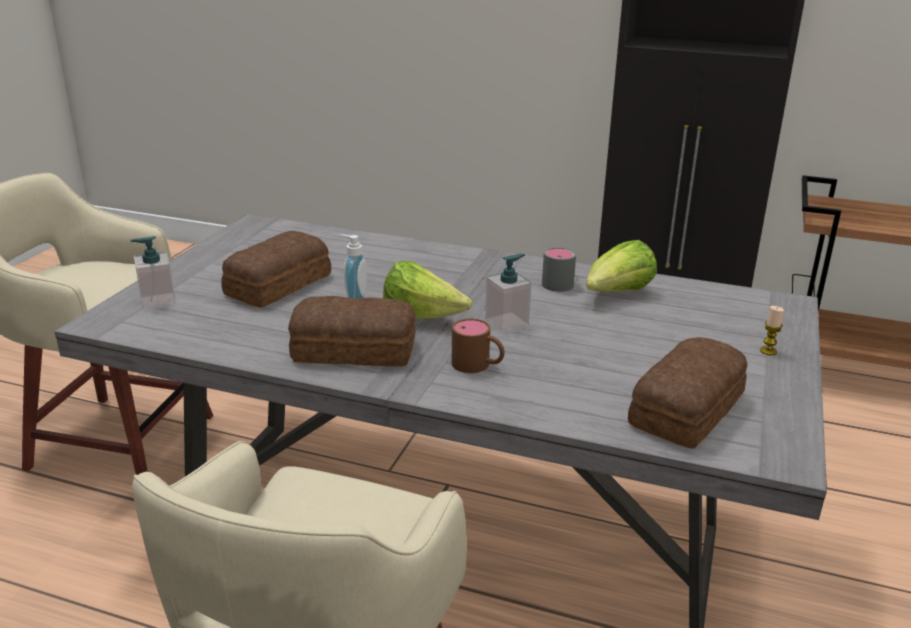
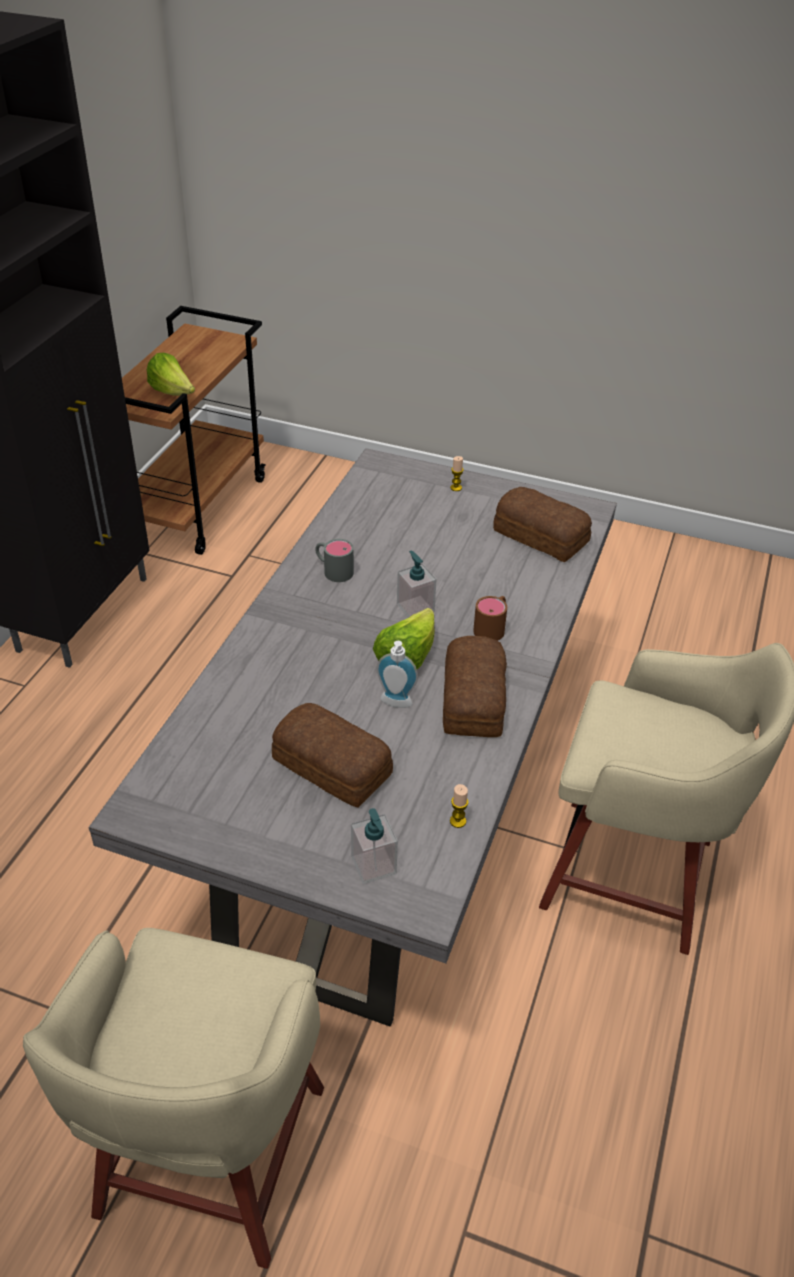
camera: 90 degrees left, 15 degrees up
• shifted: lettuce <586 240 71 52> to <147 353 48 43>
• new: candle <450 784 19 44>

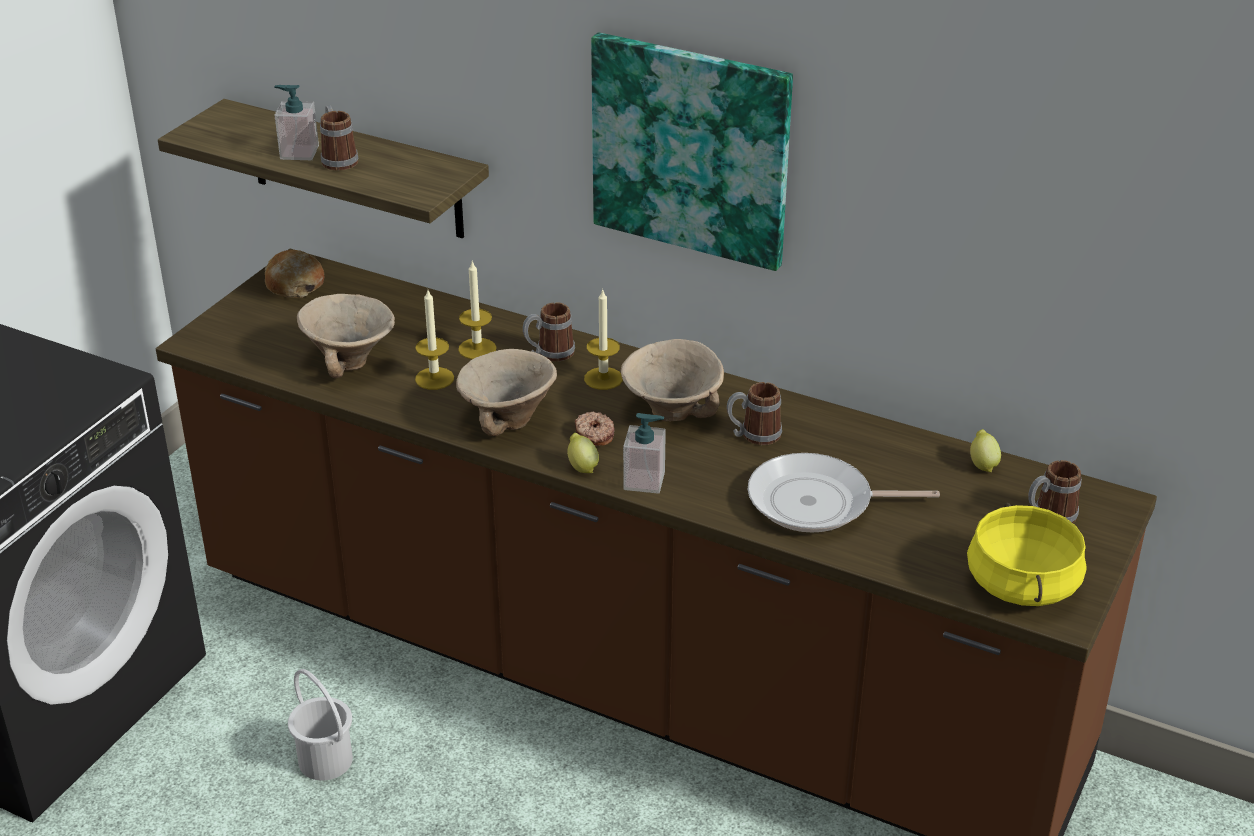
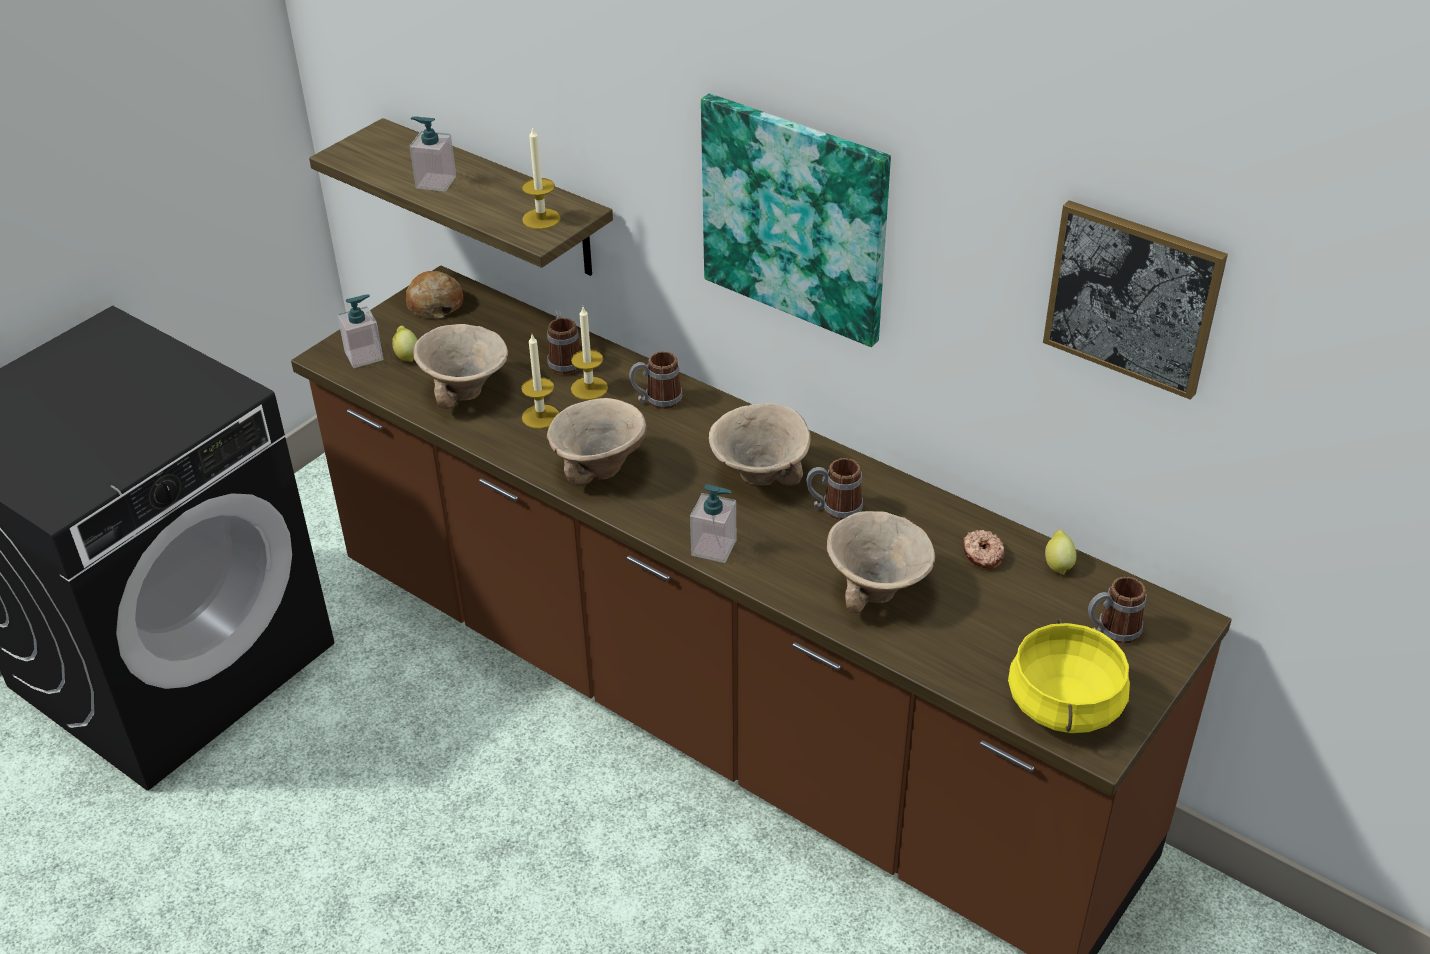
camera: 10 degrees right, 5 degrees up
• gone: white bucket <288 669 65 111>
• shifted: mug <320 105 39 66> to <547 310 34 64>
• shifted: lemon <567 433 32 40> to <392 326 26 36>
• shifted: donut <575 411 39 35> to <963 530 41 39>
• shifted: candle <584 290 39 100> to <522 126 39 104>
• swapped: frying pan <748 453 192 79> to beige bowl <827 511 108 102>
• new: soap dispenser <337 294 46 74>
• new: picture <1043 200 185 200>

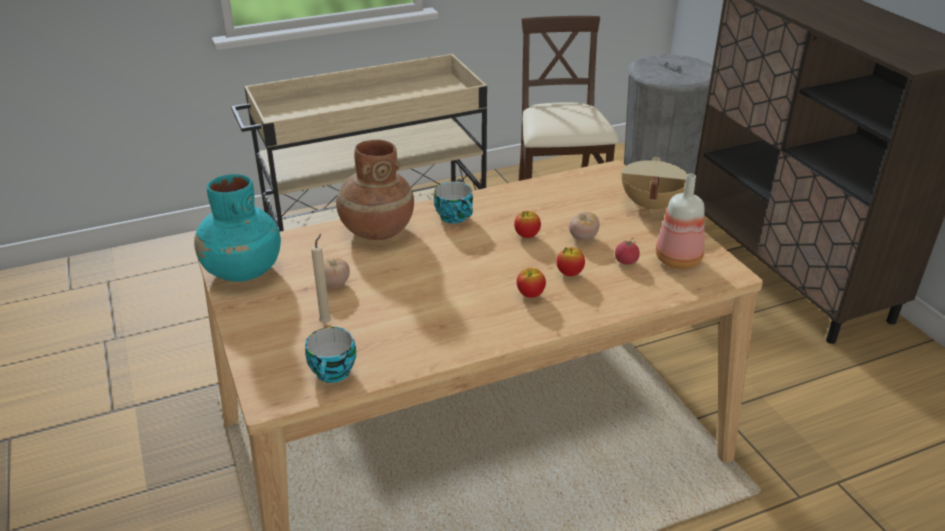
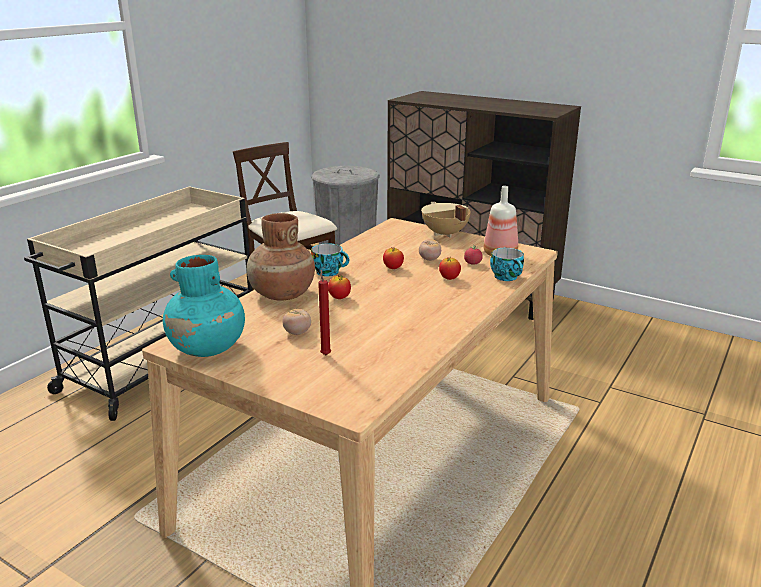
camera: 35 degrees left, 10 degrees down
• shifted: cup <305 327 51 56> to <490 248 34 33>
• repainted: beige candle <311 234 21 89> to red candle <318 270 13 85>
• shifted: apple <517 268 29 30> to <328 275 23 24>

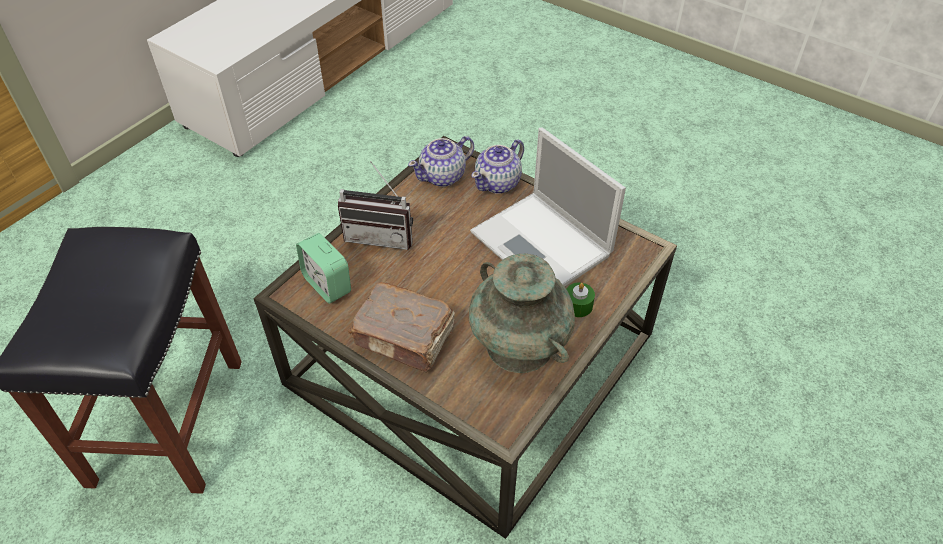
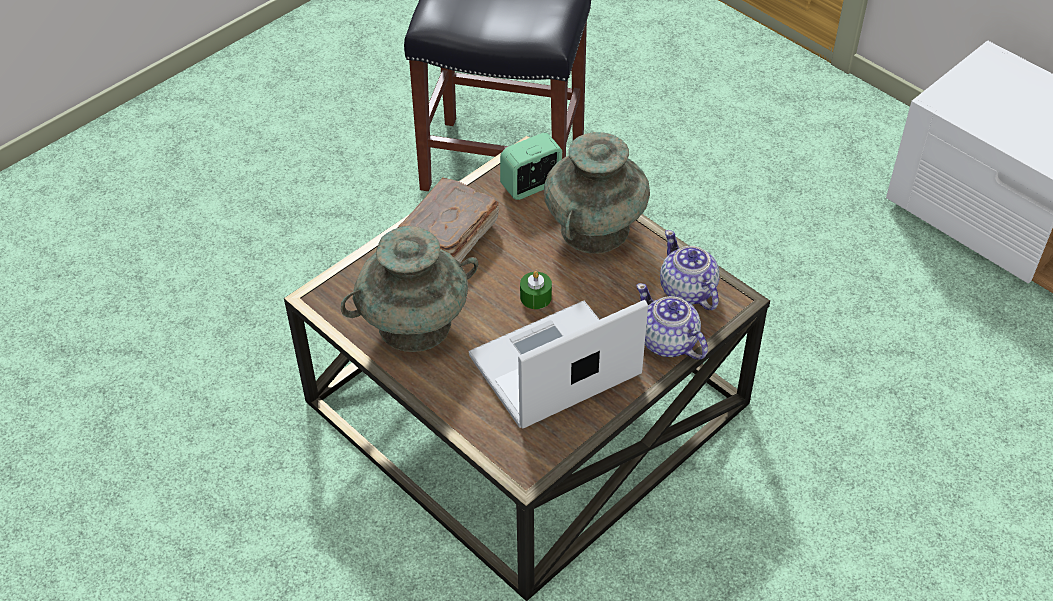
camera: 100 degrees right, 0 degrees up
• swapped: radio <338 161 75 89> to turquoise vase <544 132 106 122>
• shifted: green candle <566 283 29 34> to <520 271 32 38>

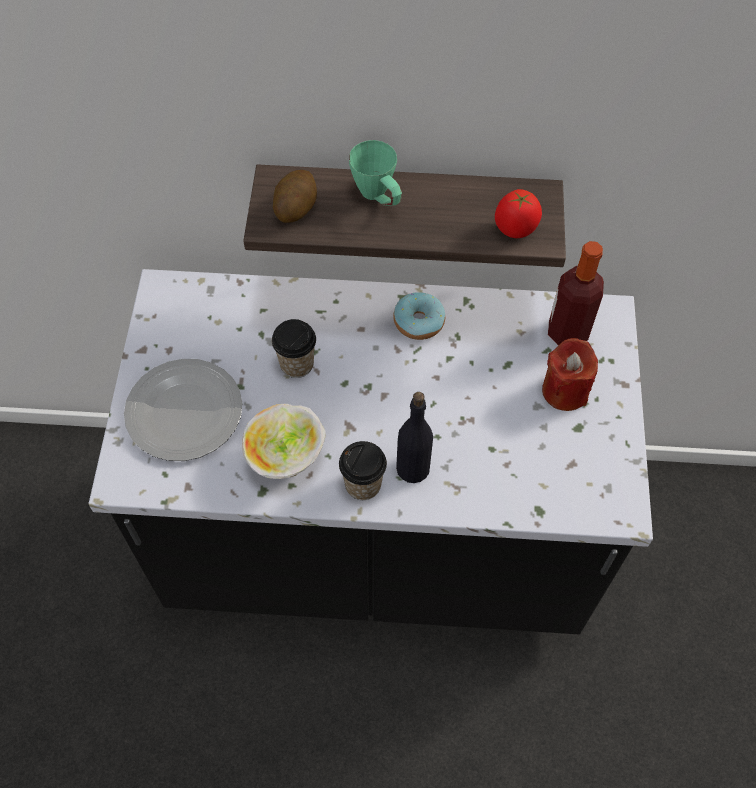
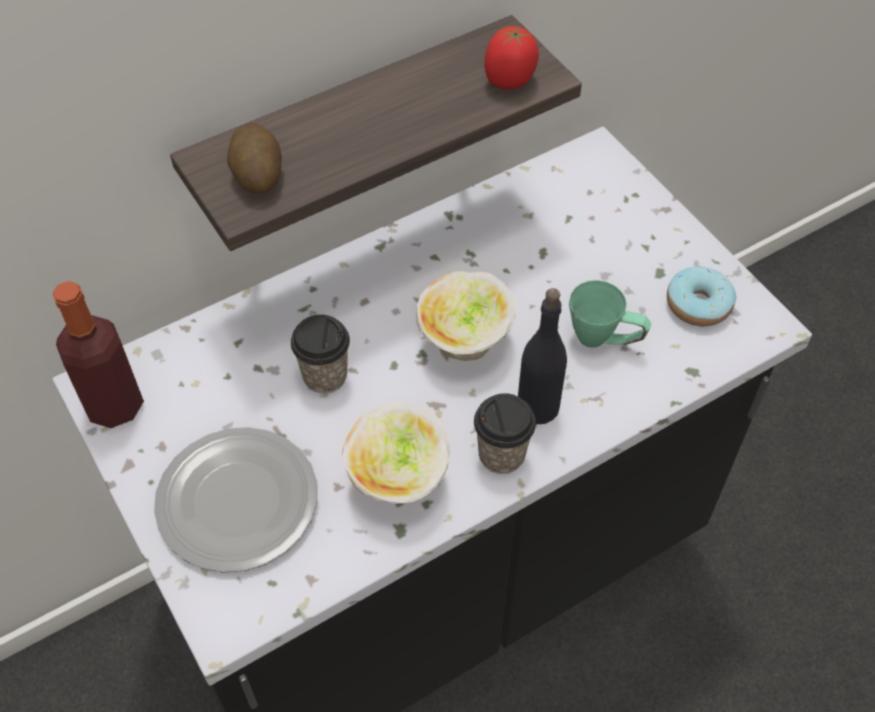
camera: 35 degrees left, 5 degrees down
• shifted: green mug <349 140 53 66> to <569 280 83 68>
• shifted: donut <393 292 52 48> to <667 266 69 60>
• gone: red candle <542 338 56 73>
• shifted: bottle <548 241 56 105> to <53 281 91 147>
• new: bowl <416 271 101 90>

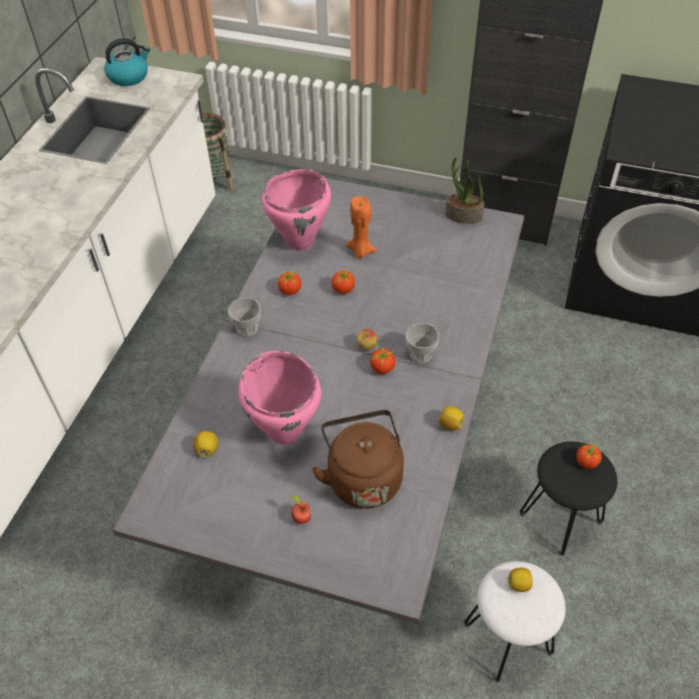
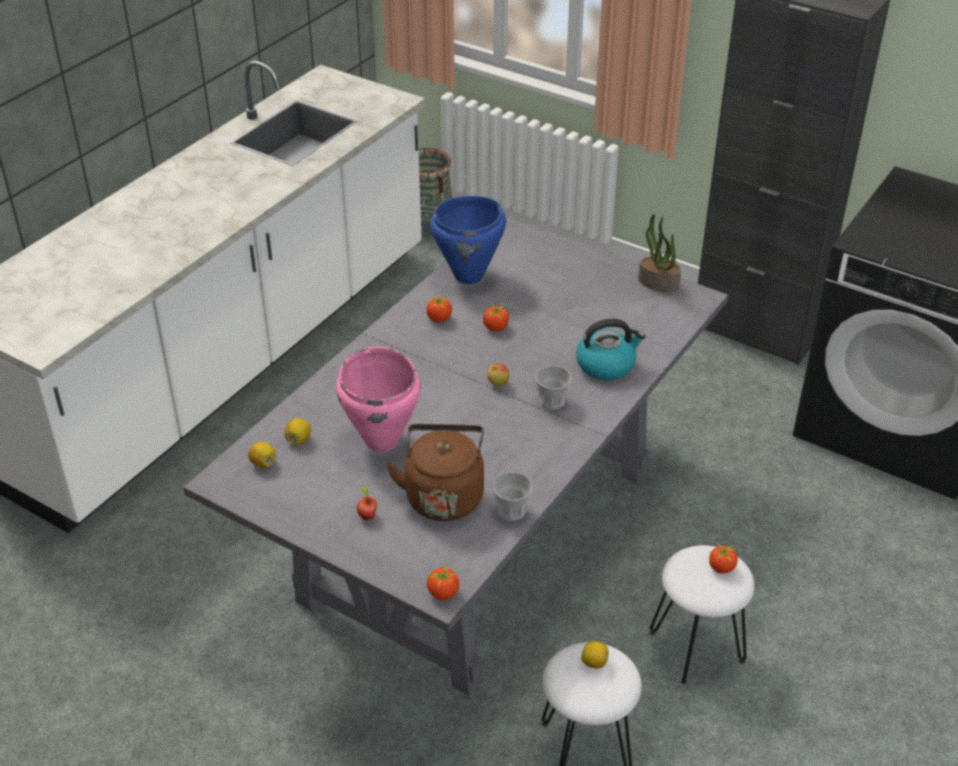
camera: 15 degrees right, 10 degrees down
• shifted: kettle <104 38 46 48> to <576 319 70 62>
• shifted: cup <228 298 33 39> to <492 472 41 49>
• repainted: pink cooking pot <262 169 69 82> to blue cooking pot <430 196 76 88>
• gone: orange candle <346 196 31 63>
• shifted: tomato <370 346 27 28> to <426 564 34 36>
• shifted: lemon <438 406 26 24> to <248 442 28 26>
• repainted: black stool <520 442 97 114> to white stool <650 545 105 139>

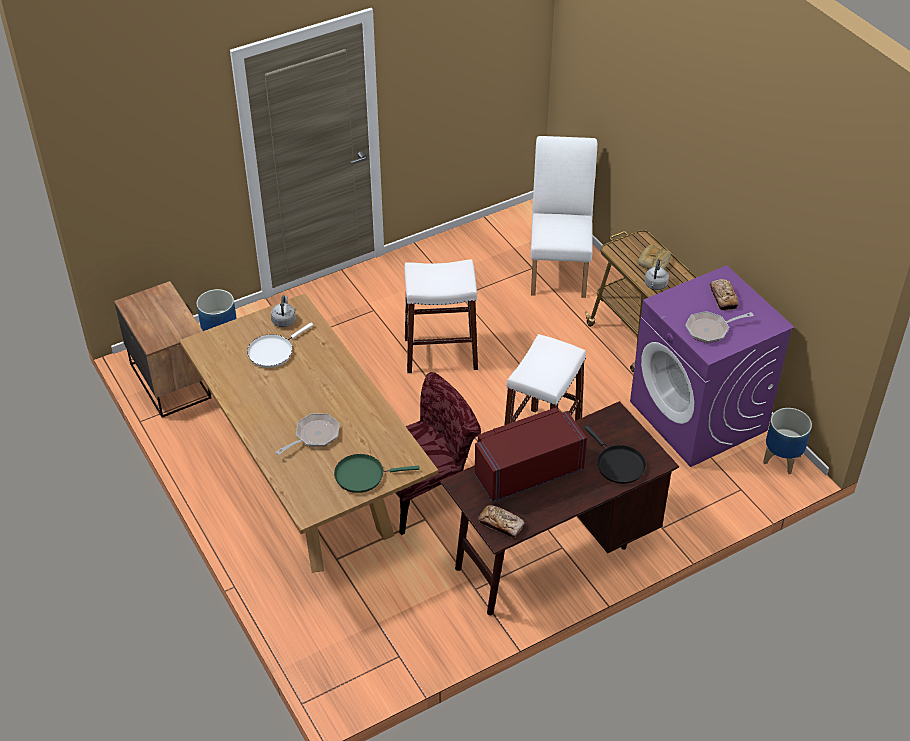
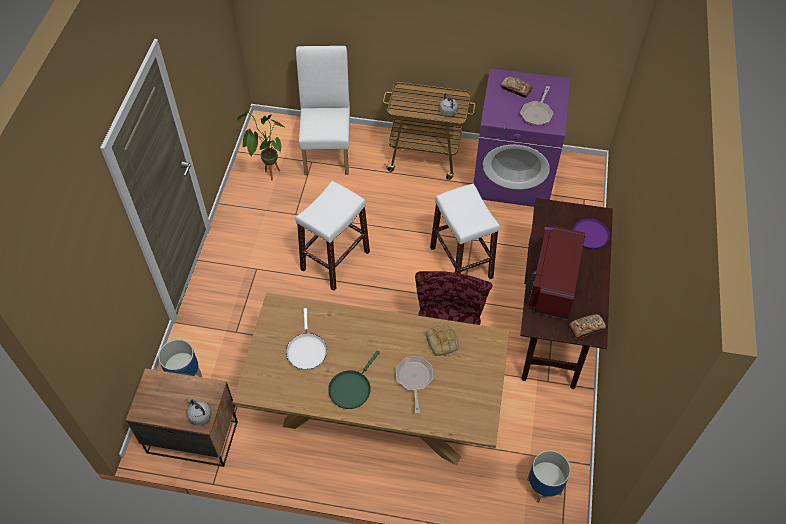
camera: 50 degrees left, 10 degrees up
• shifted: grey kettle <271 295 25 32> to <186 397 26 29>
• shifted: green frying pan <334 454 86 39> to <328 350 52 59>
• rotated: white chair <531 136 66 162> = <296 46 54 129> 45 degrees clockwise
• repainted: black frying pan <584 425 62 59> to purple frying pan <544 218 66 31>
• shifted: bread <637 244 34 25> to <426 325 33 31>
• shifted: planter <763 408 49 66> to <527 450 44 53>
• new: potted plant <237 106 49 75>

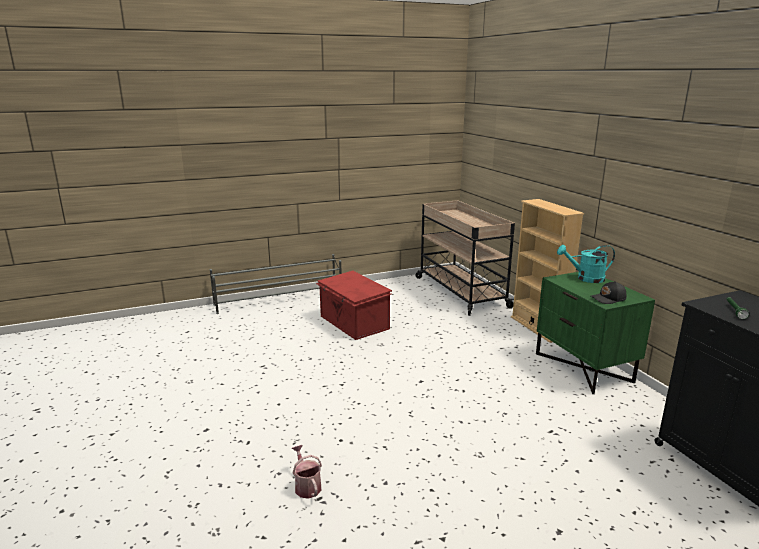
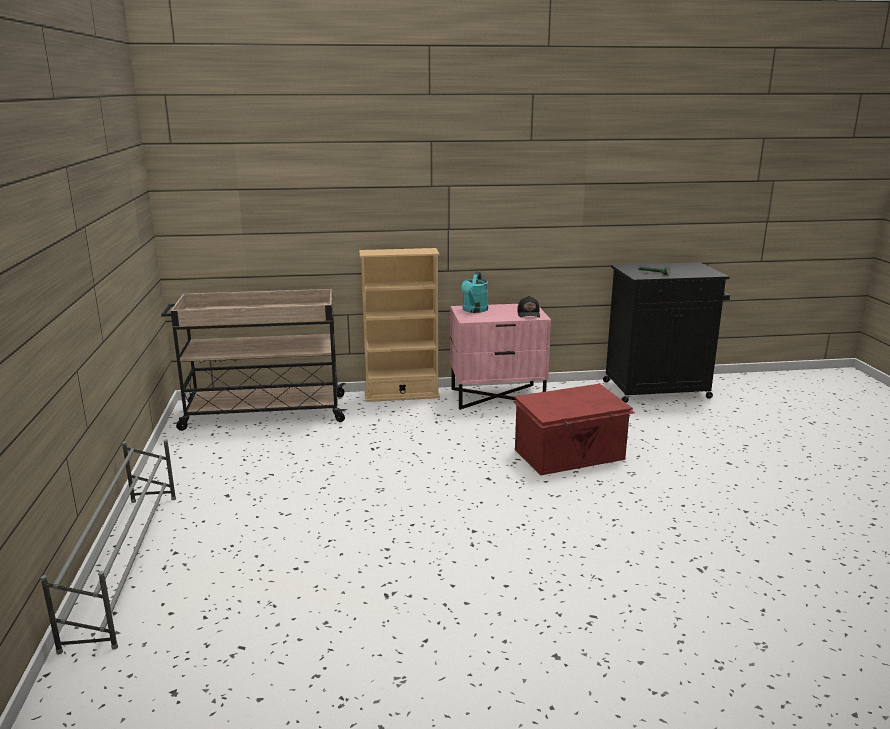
camera: 75 degrees left, 0 degrees up
• gone: watering can <292 445 30 54>
• shifted: red storage box <316 271 76 69> to <513 384 122 91>
• repainted: green nightstand <536 272 119 122> to pink nightstand <450 304 101 106>

